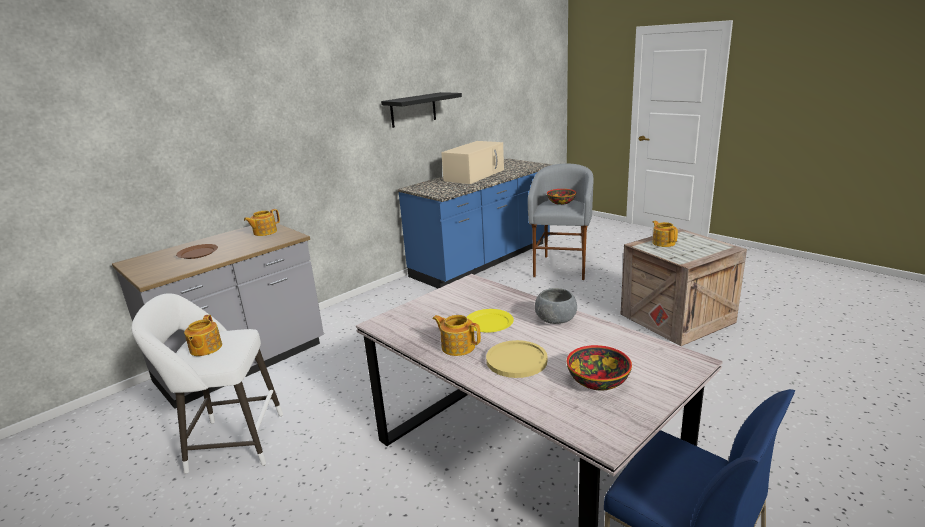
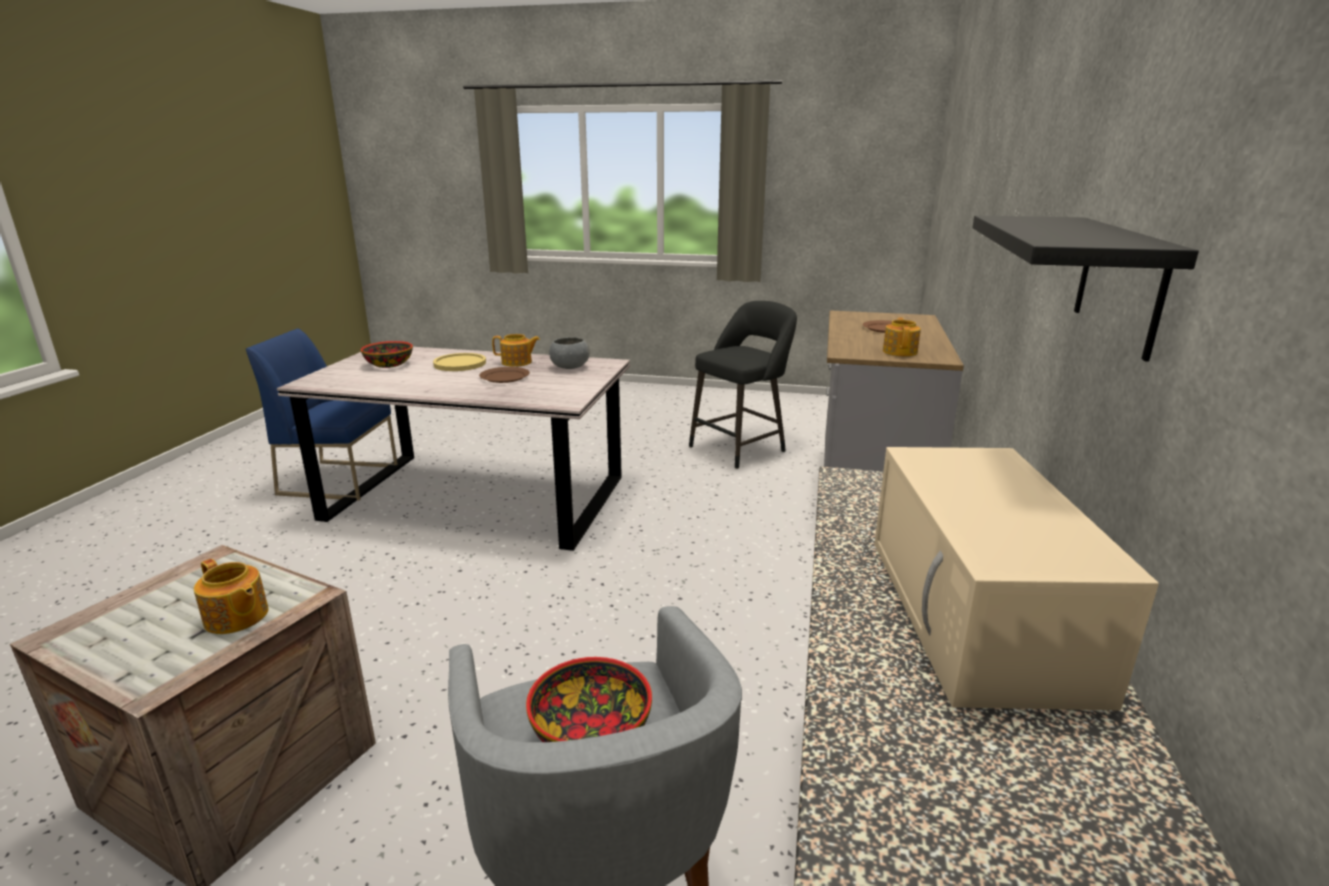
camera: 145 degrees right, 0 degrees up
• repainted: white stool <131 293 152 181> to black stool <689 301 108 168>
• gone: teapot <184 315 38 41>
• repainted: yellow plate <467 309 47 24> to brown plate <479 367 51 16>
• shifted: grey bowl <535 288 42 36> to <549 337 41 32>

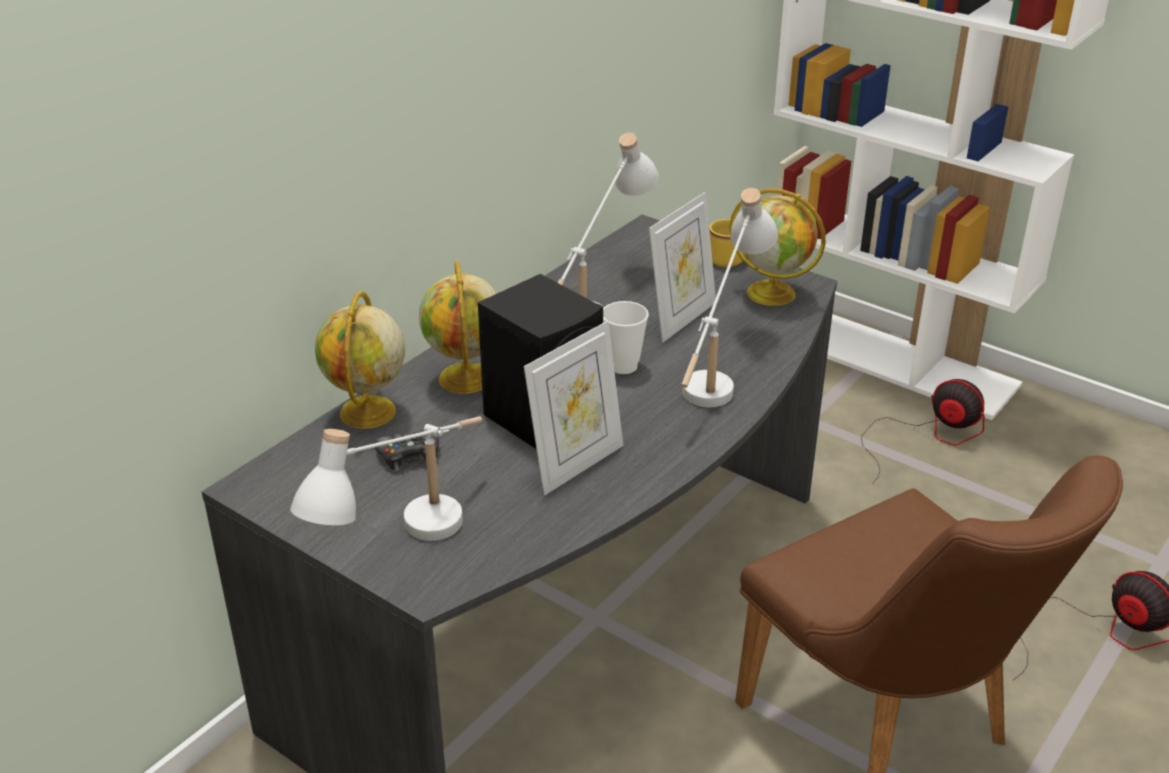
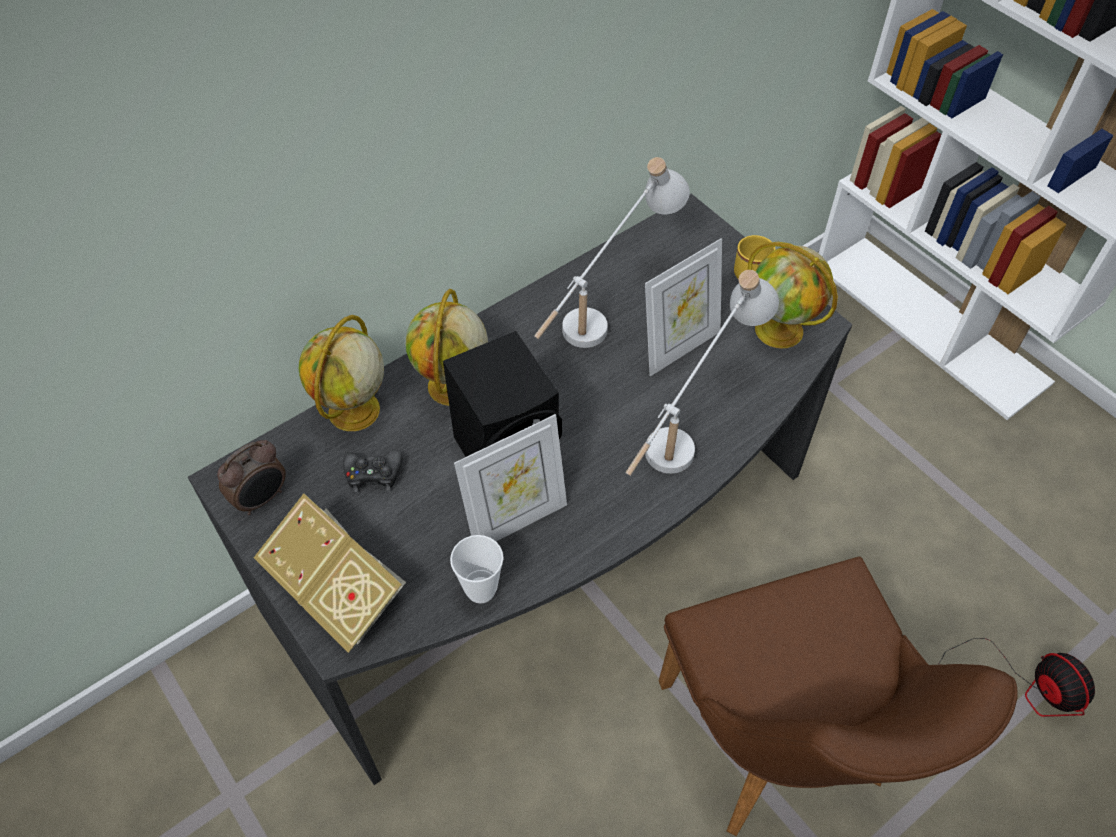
camera: 15 degrees right, 20 degrees up
• swapped: white table lamp <290 416 192 125> to book <254 493 152 160>
• shifted: cup <603 301 46 73> to <450 535 54 68>
• gone: fan <861 379 123 105>
• new: alarm clock <217 440 69 75>

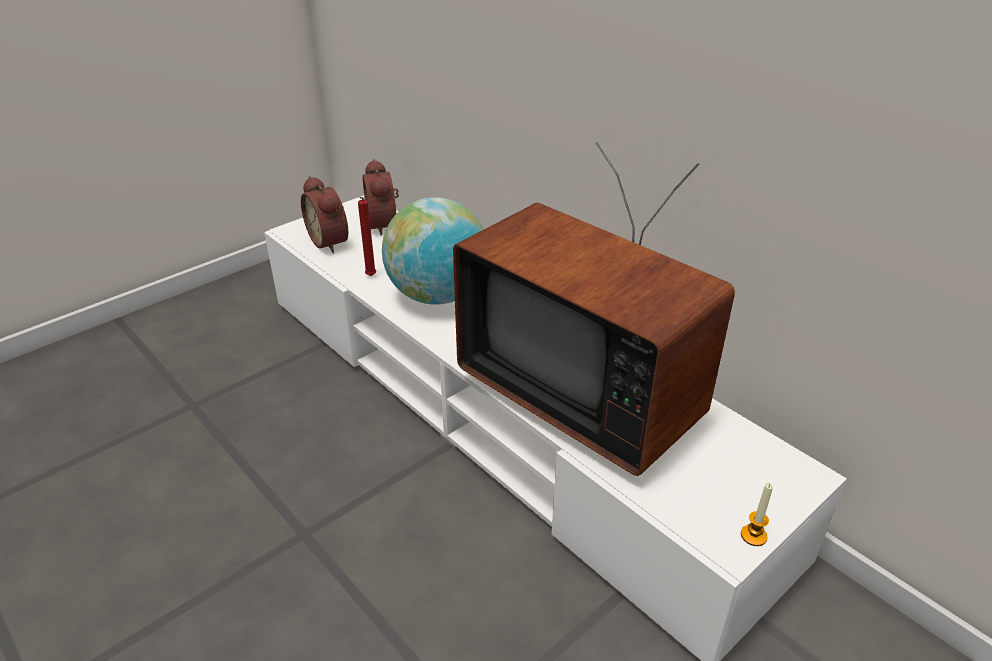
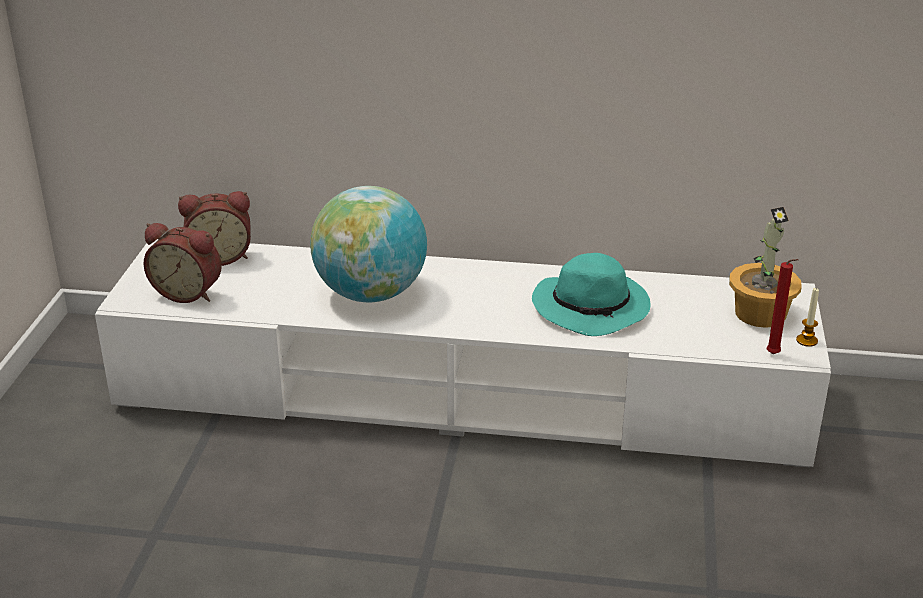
camera: 40 degrees left, 5 degrees down
• shifted: red candle <358 197 18 79> to <767 259 31 95>
• rotated: alarm clock <363 159 36 77> = <178 191 73 75> 45 degrees counterclockwise
• swapped: television <453 142 282 334> to turquoise hat <532 253 118 83>
• new: potted plant <729 207 73 121>

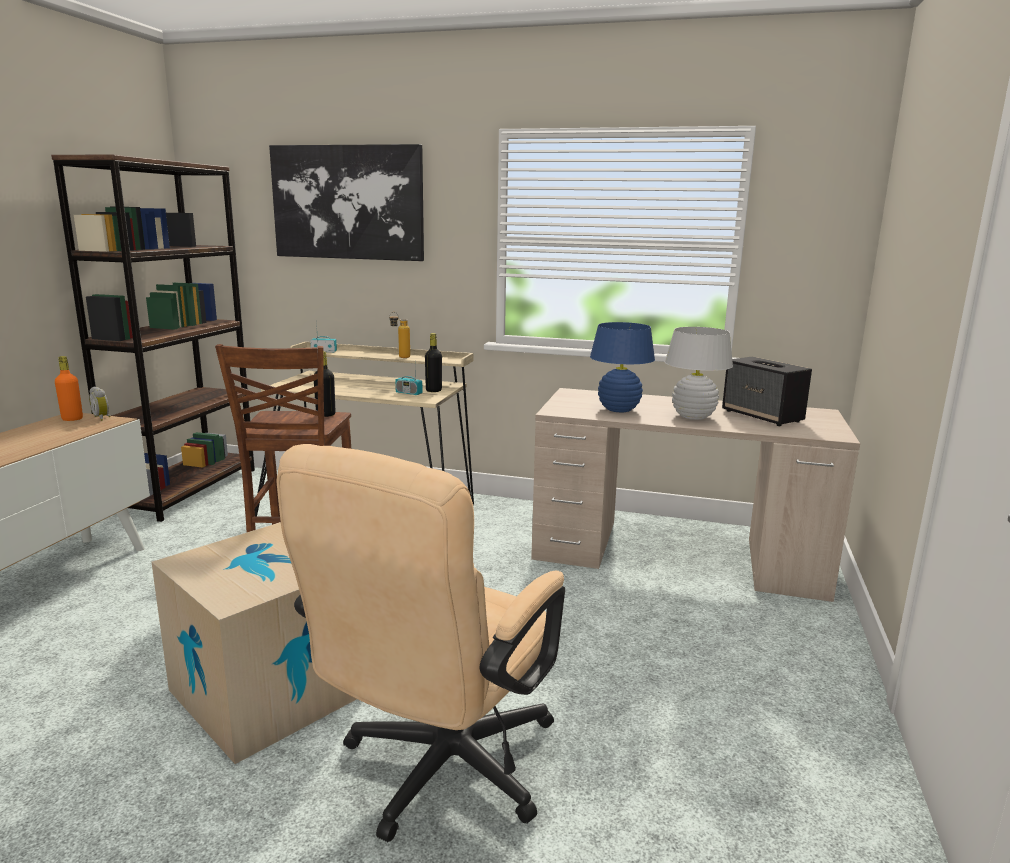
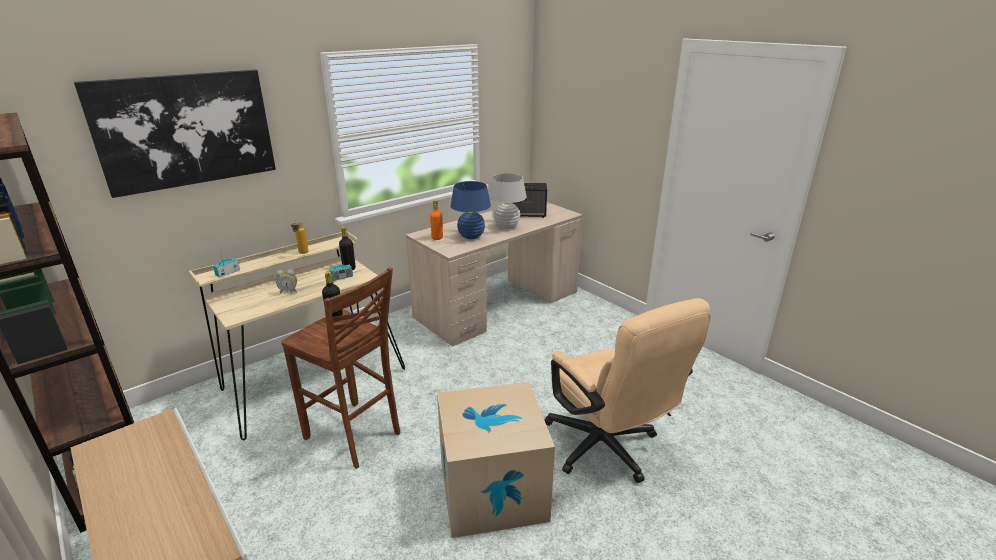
camera: 55 degrees left, 10 degrees up
• shifted: orange bottle <55 356 28 65> to <430 200 13 40>
• shifted: alarm clock <89 386 22 35> to <276 270 21 24>

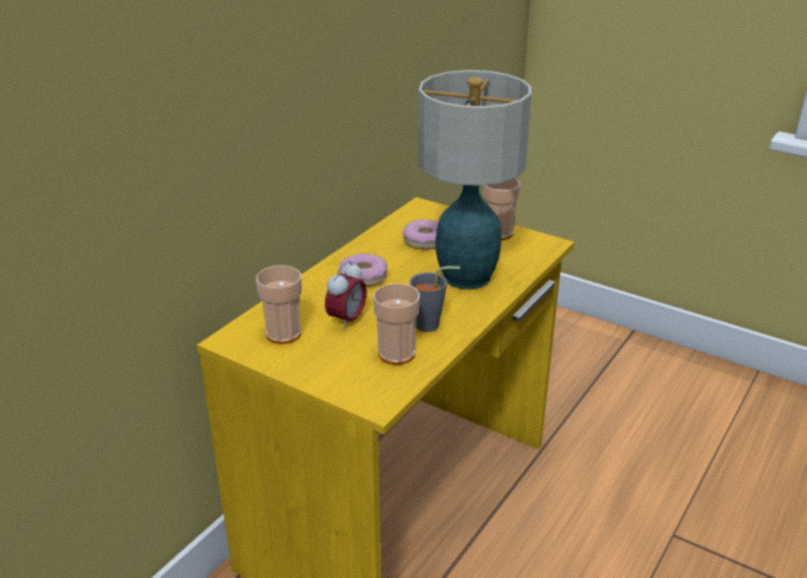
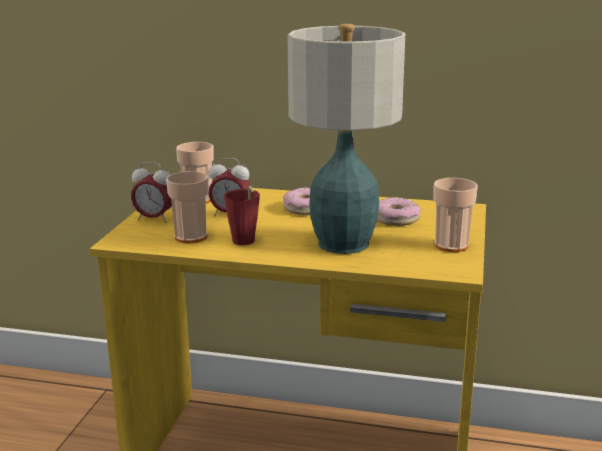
camera: 70 degrees right, 10 degrees down
• repainted: grey cup <409 266 51 66> to red cup <224 186 36 59>
• new: alarm clock <131 162 41 61>

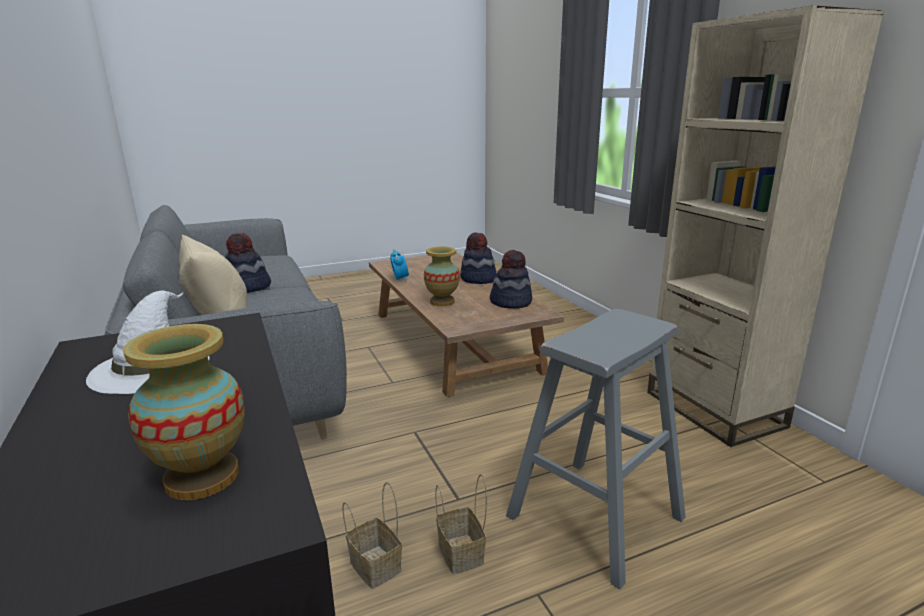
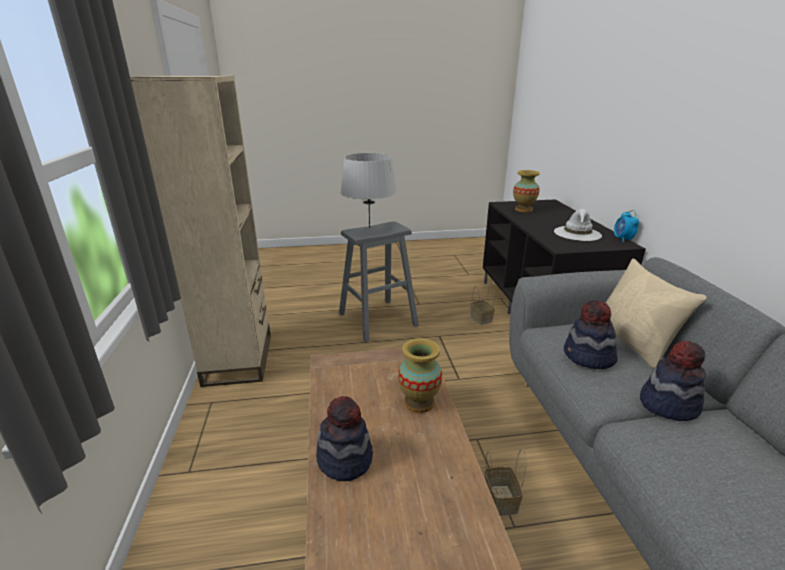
camera: 165 degrees left, 5 degrees up
• shifted: alarm clock <390 249 19 33> to <614 210 25 33>
• shifted: basket <436 474 51 100> to <485 448 41 68>
• shifted: hat <490 250 42 59> to <564 300 54 69>
• new: grey table lamp <340 153 57 75>

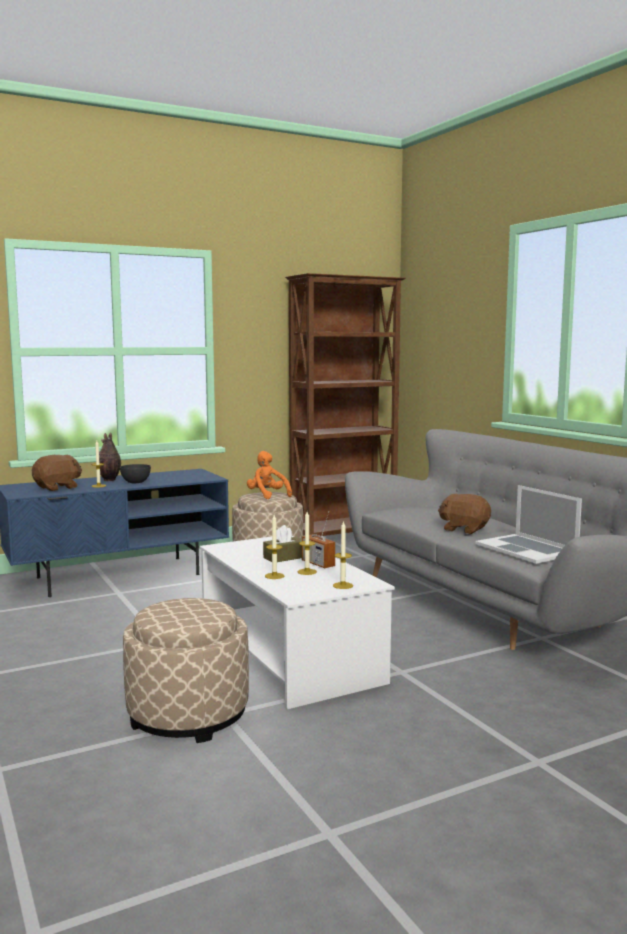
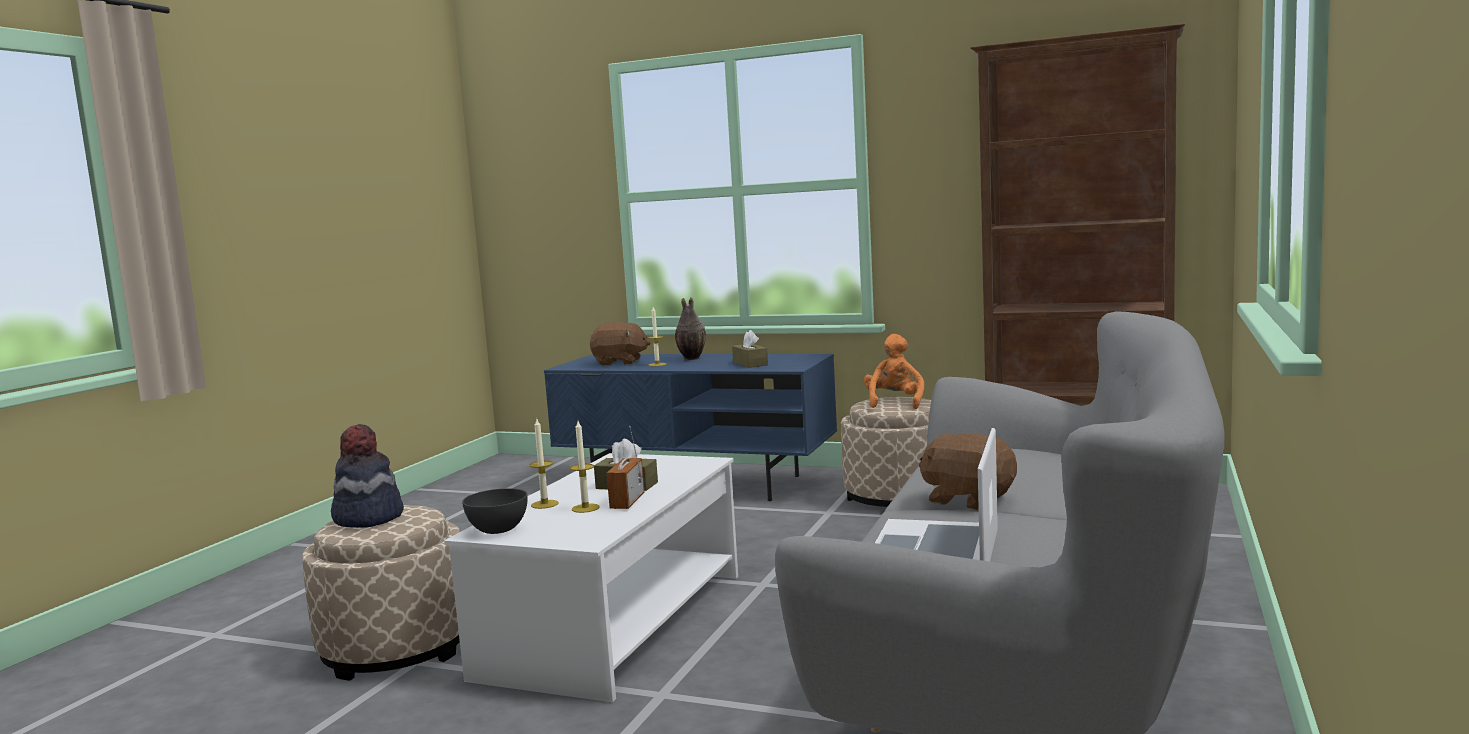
camera: 50 degrees right, 0 degrees up
• shifted: grey bowl <120 464 31 19> to <462 488 66 46>
• gone: candle <333 521 20 68>
• rotated: brown plush toy <438 494 53 40> = <919 434 98 76> 45 degrees counterclockwise
• new: hat <331 424 73 104>
• new: brown tissue box <732 330 36 38>

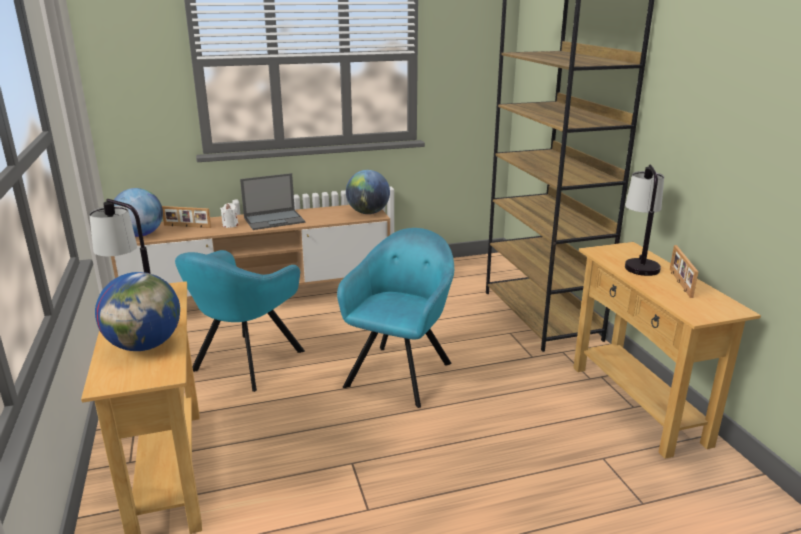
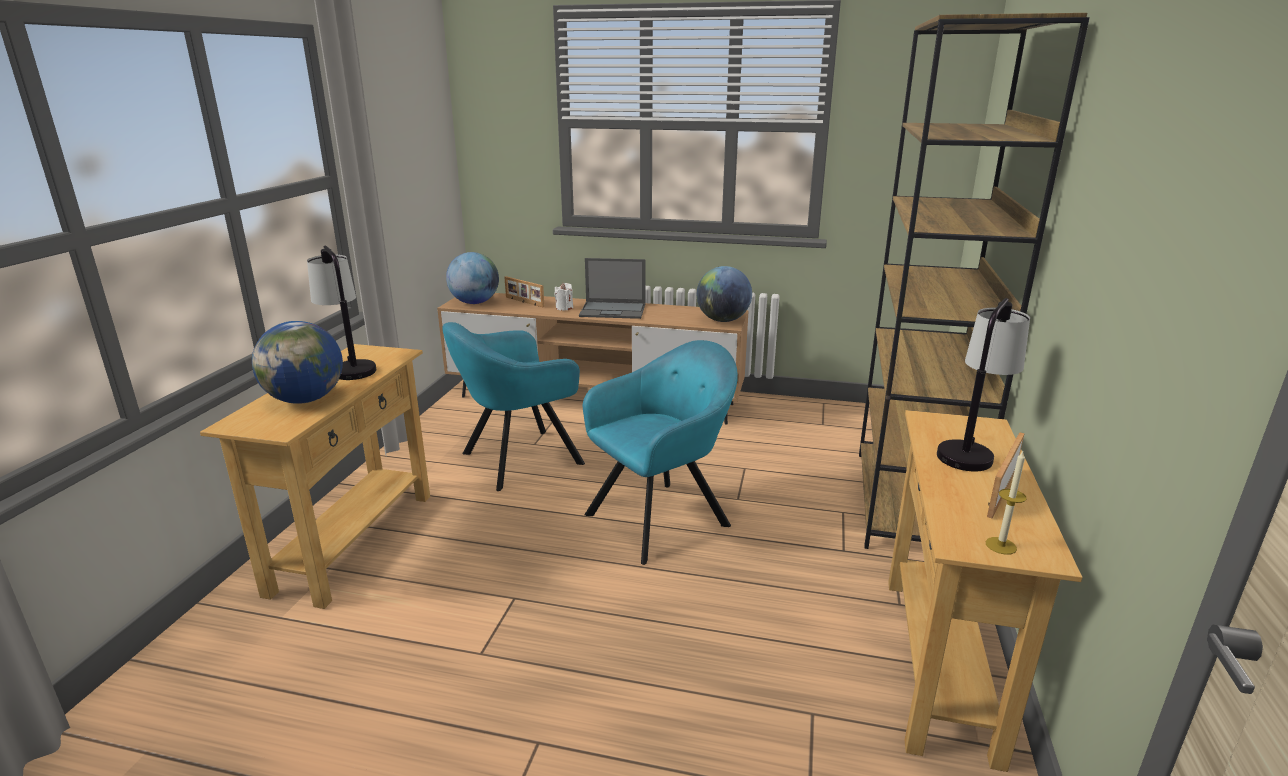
camera: 30 degrees right, 0 degrees up
• new: candle <986 451 41 104>

